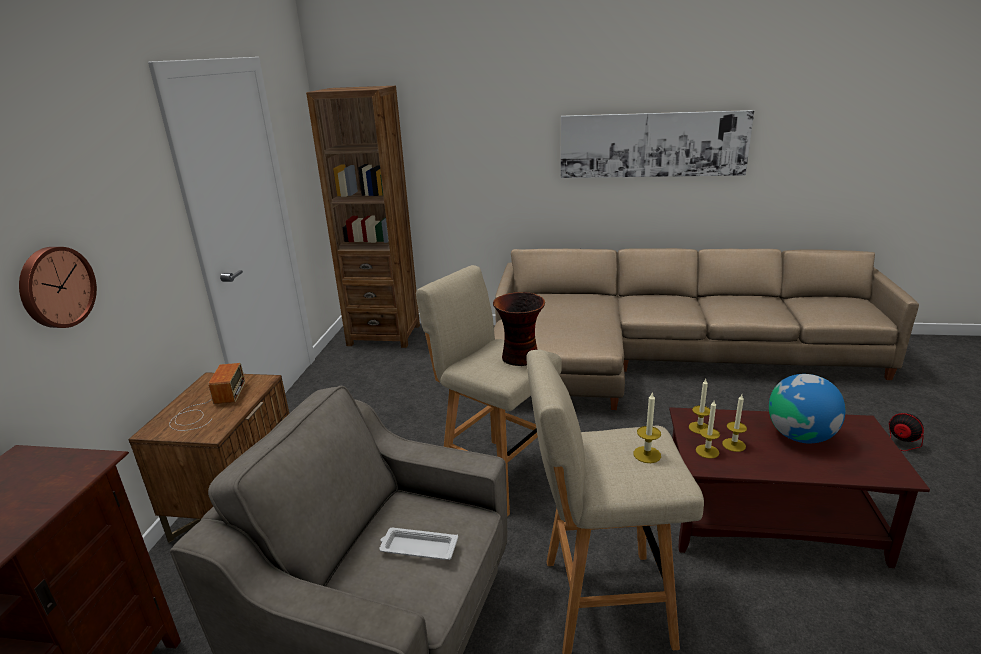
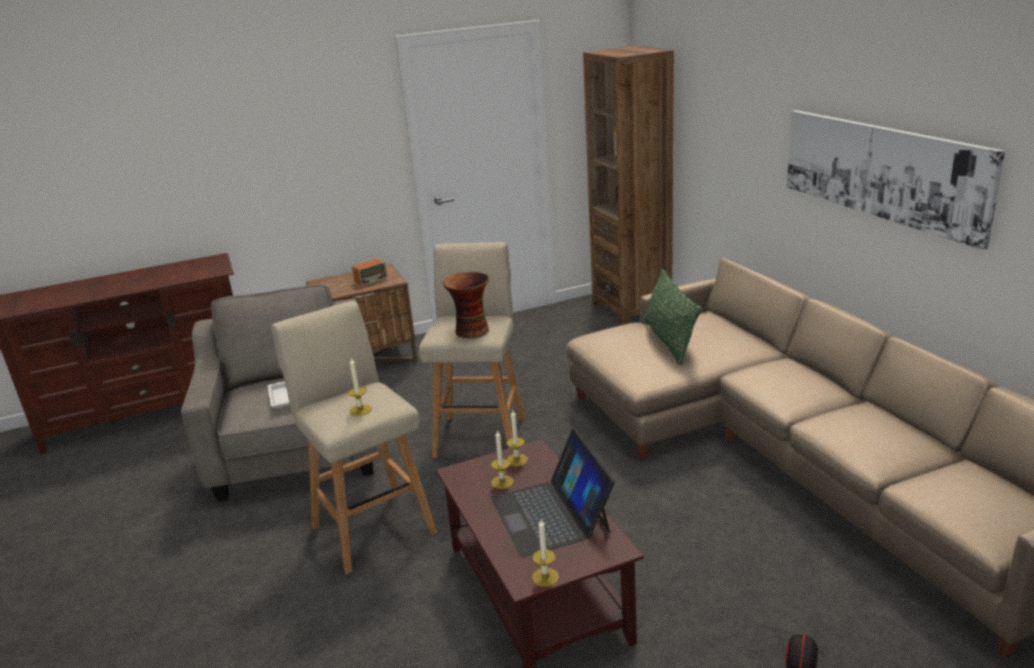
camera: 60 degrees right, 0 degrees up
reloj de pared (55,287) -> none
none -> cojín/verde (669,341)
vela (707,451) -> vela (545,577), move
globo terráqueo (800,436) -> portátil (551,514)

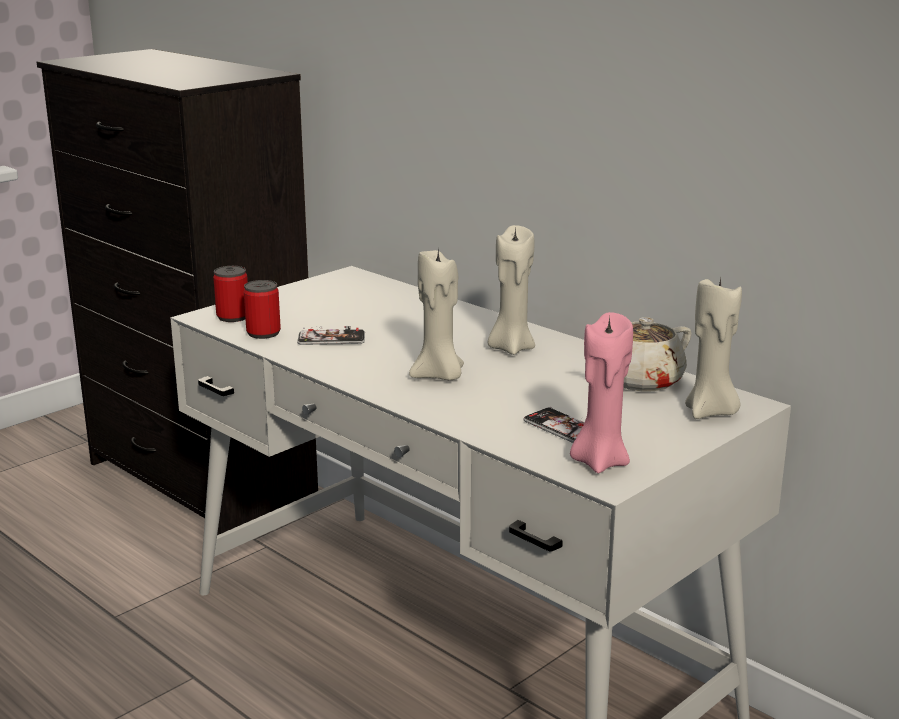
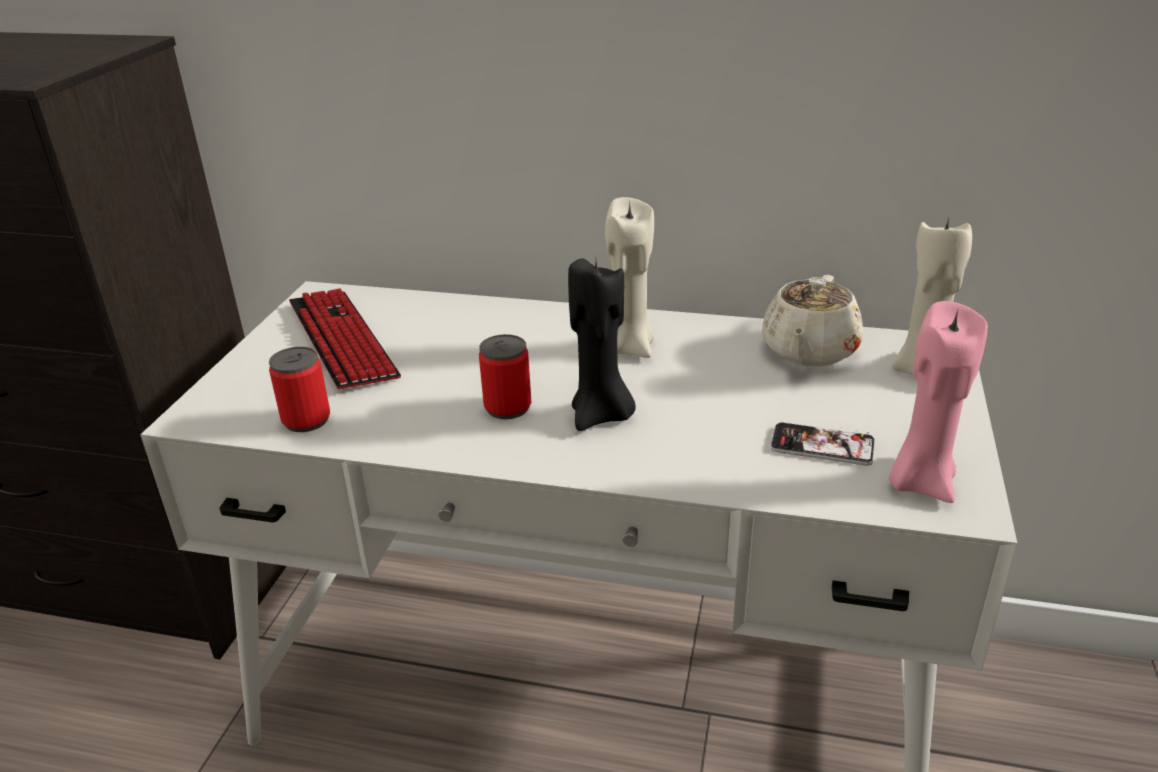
camera: 30 degrees left, 10 degrees up
móvil (331,339) -> none
none -> teclado (342,340)
lata (233,317) -> lata (507,407), move
vela/beis (439,376) -> vela/negro (601,416)

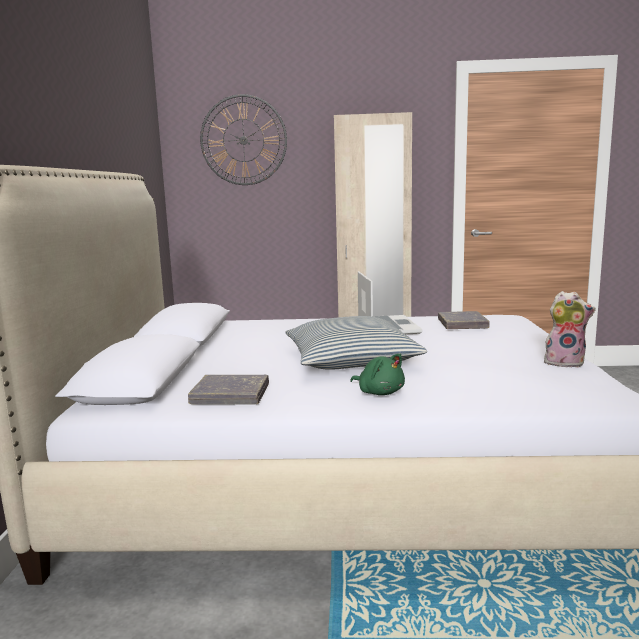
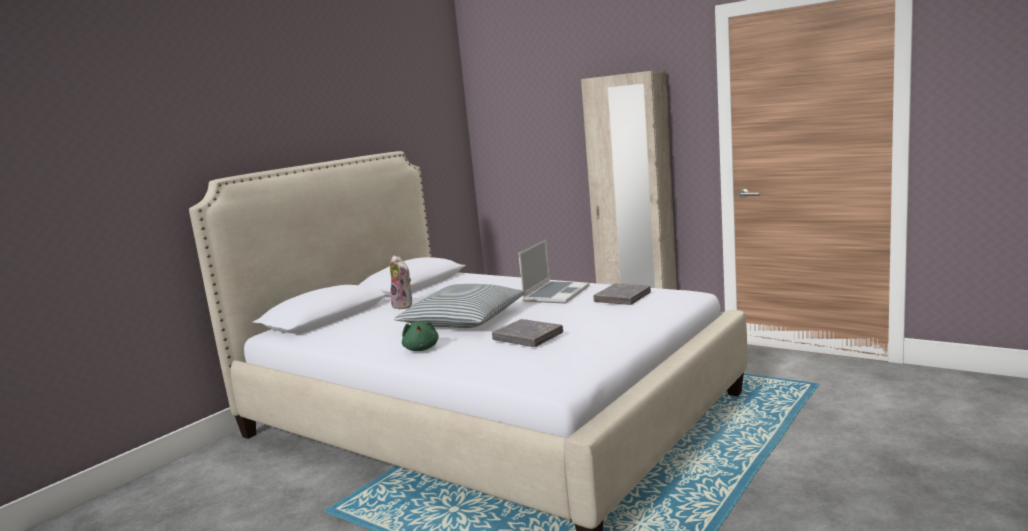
camera: 35 degrees right, 0 degrees up
reloj de pared (243,140) -> none
libro/gris (230,395) -> libro/gris (528,337), move
peluche (565,362) -> peluche (404,305), move

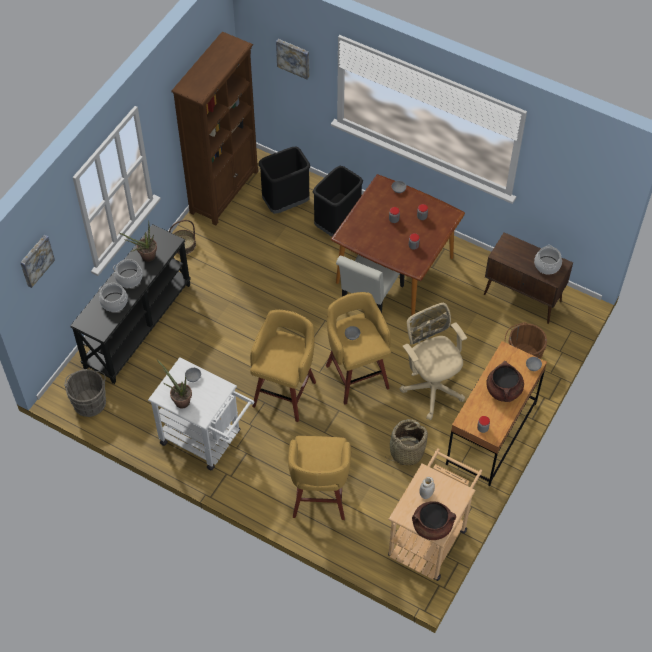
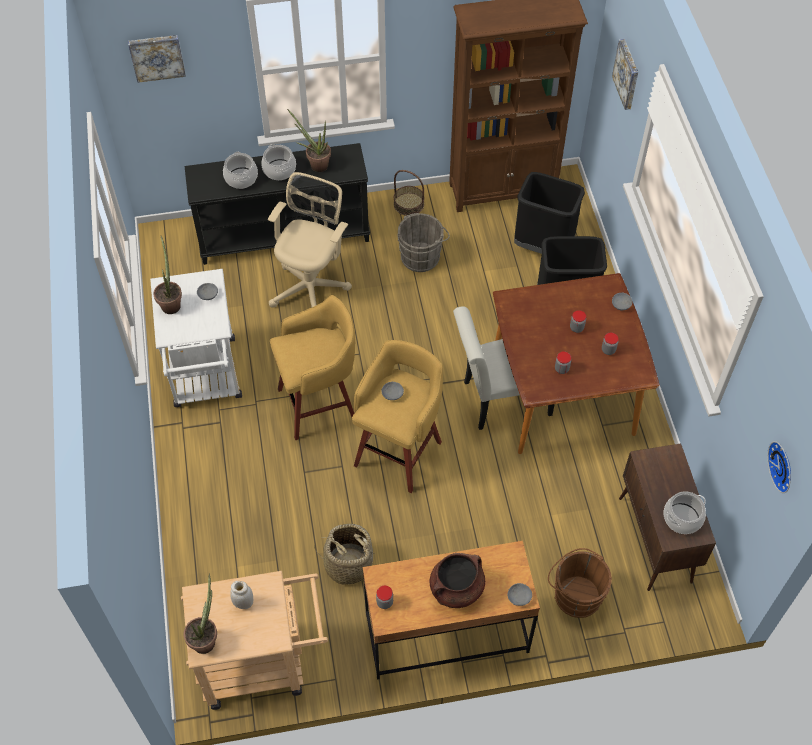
camera: 50 degrees right, 0 degrees up
taburete/amarillo (319,497) -> none
none -> reloj de pared (783,466)
cubo/gris (90,401) -> cubo/gris (422,256), move
silla de oficina/beis (431,386) -> silla de oficina/beis (311,285), move
olla/marrón (432,526) -> planta en maceta (206,638)

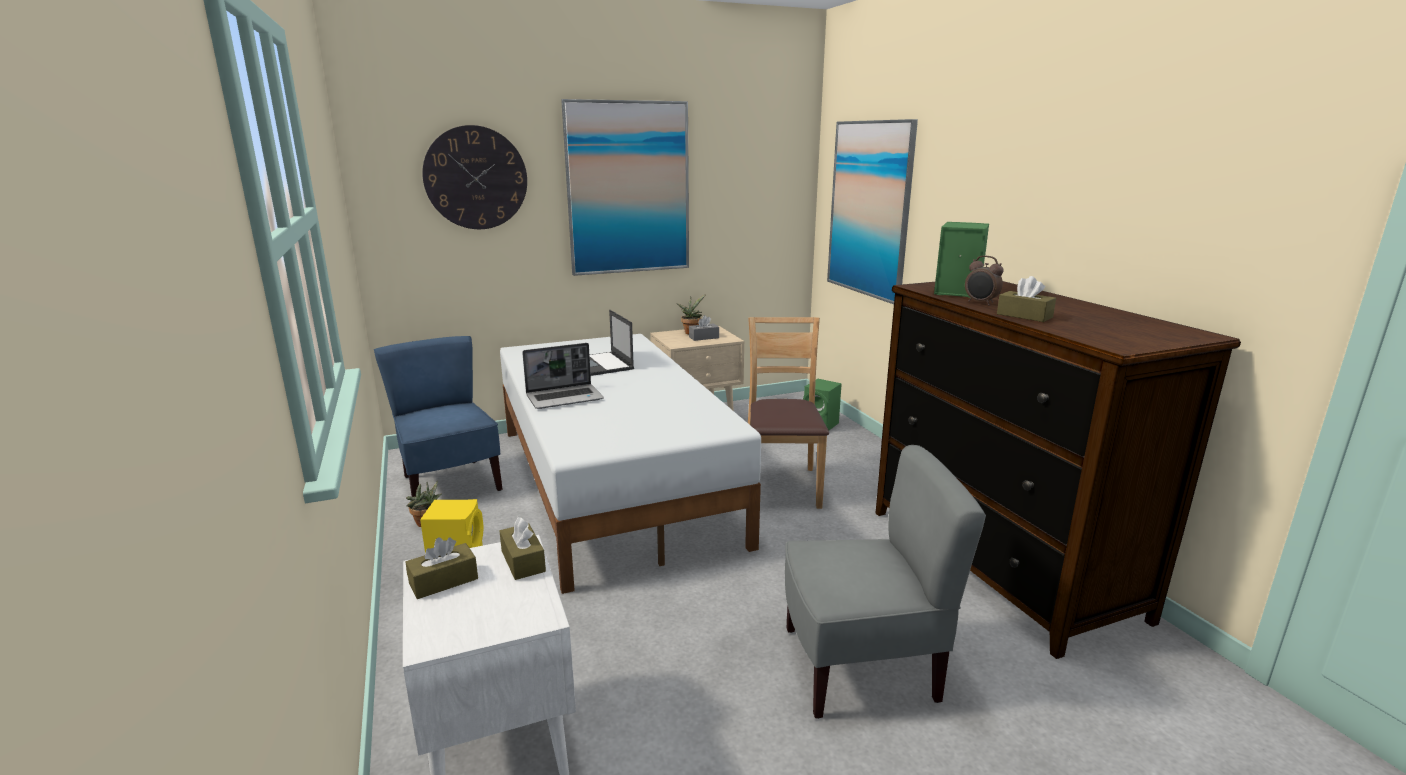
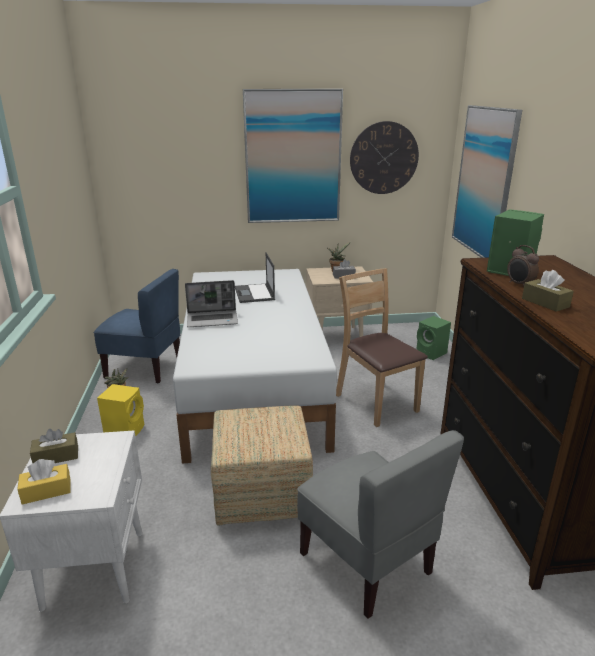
camera: 15 degrees right, 5 degrees up
caja de pañuelos/marrón (523,561) -> none
none -> caja de pañuelos/amarillo (46,491)
none -> puf (263,493)
reloj de pared (476,178) -> reloj de pared (384,158), move
silla/azul (449,484) -> silla/azul (145,368), 120 degrees clockwise
silla/marrón (782,486) -> silla/marrón (376,402), 45 degrees counterclockwise
silla/gris (860,667) -> silla/gris (367,562), 45 degrees clockwise

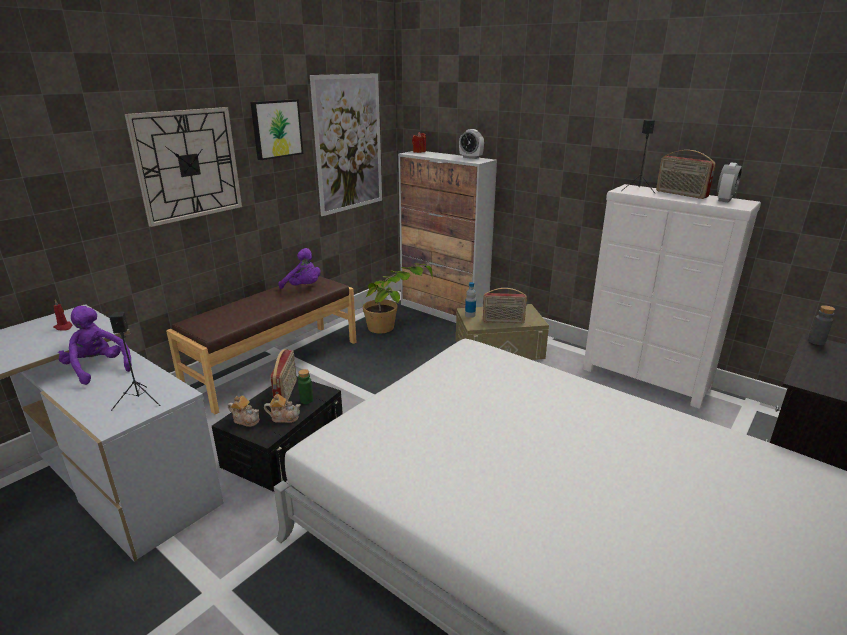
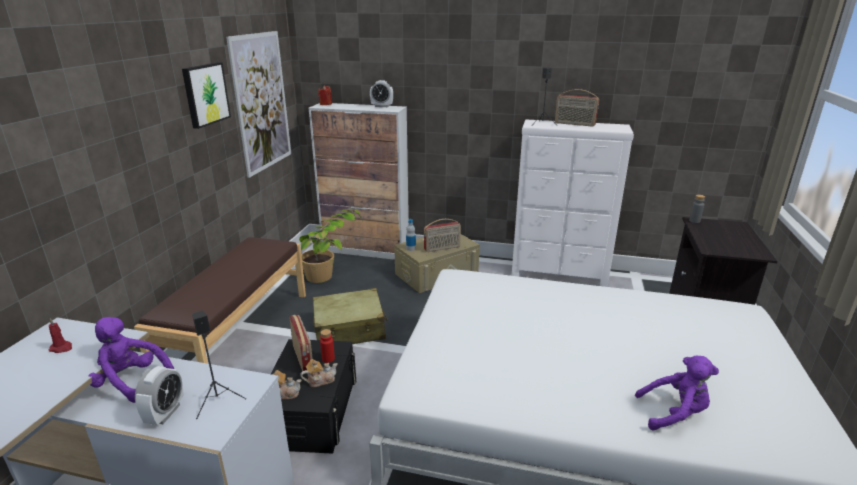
camera: 25 degrees left, 0 degrees up
reloj de pared (188,165) -> none
none -> maleta/beis (350,329)
peluche/morado (303,287) -> peluche/morado (674,413), move
despertador (724,200) -> despertador (165,413), move
botella/verde (306,400) -> botella/rojo (328,359)

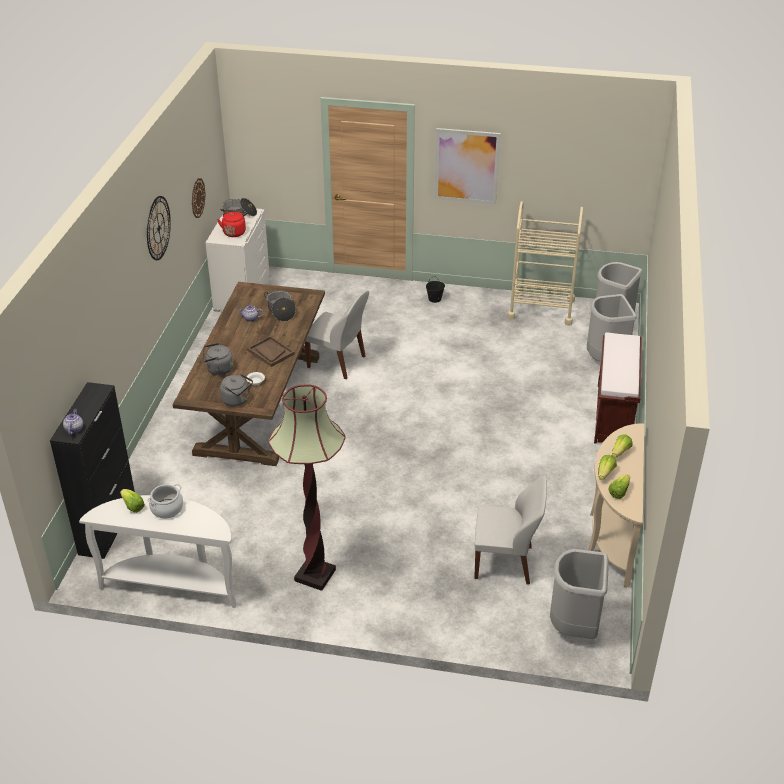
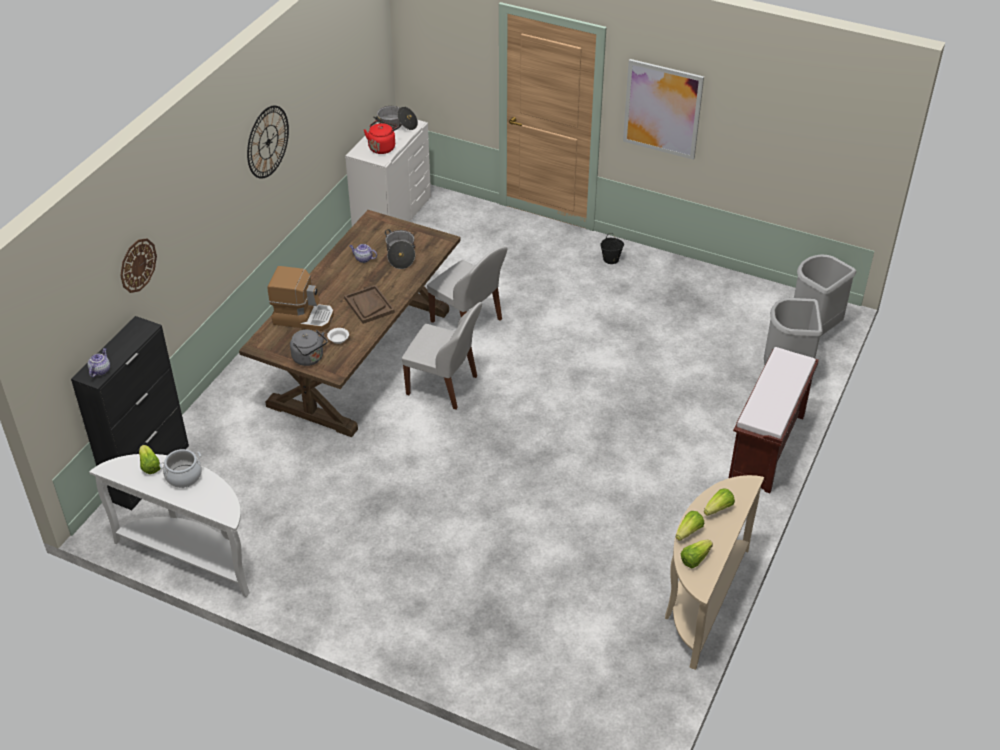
camera: 15 degrees right, 5 degrees up
lámpara de pie (315,575) -> none
carrito/beis (541,309) -> none
papelera/gris (574,627) -> none
reloj de pared (197,198) -> reloj de pared (137,265), move
silla/blanco (505,563) -> silla/blanco (444,386), move
hervidor/gris (218,370) -> cafetera (303,317)

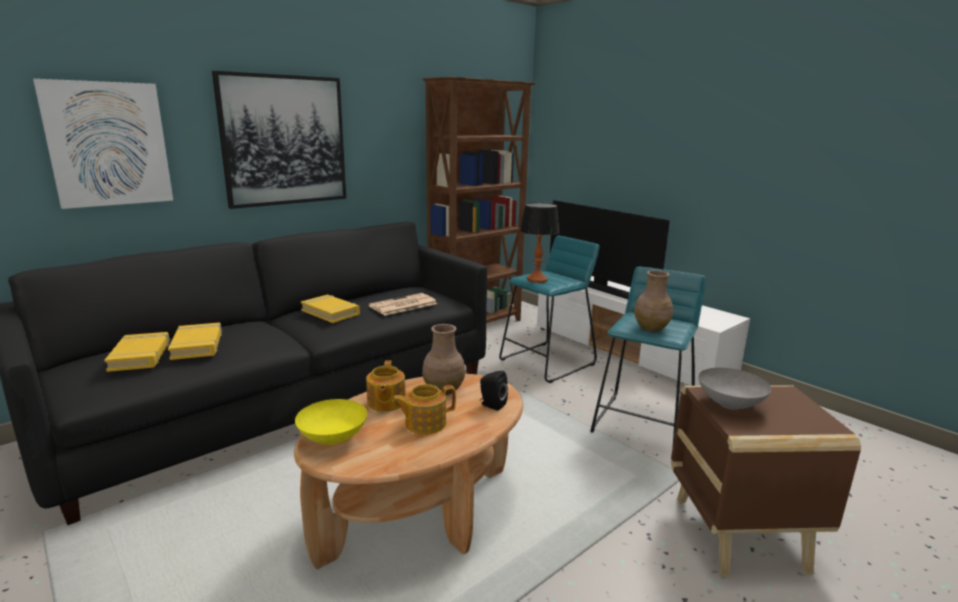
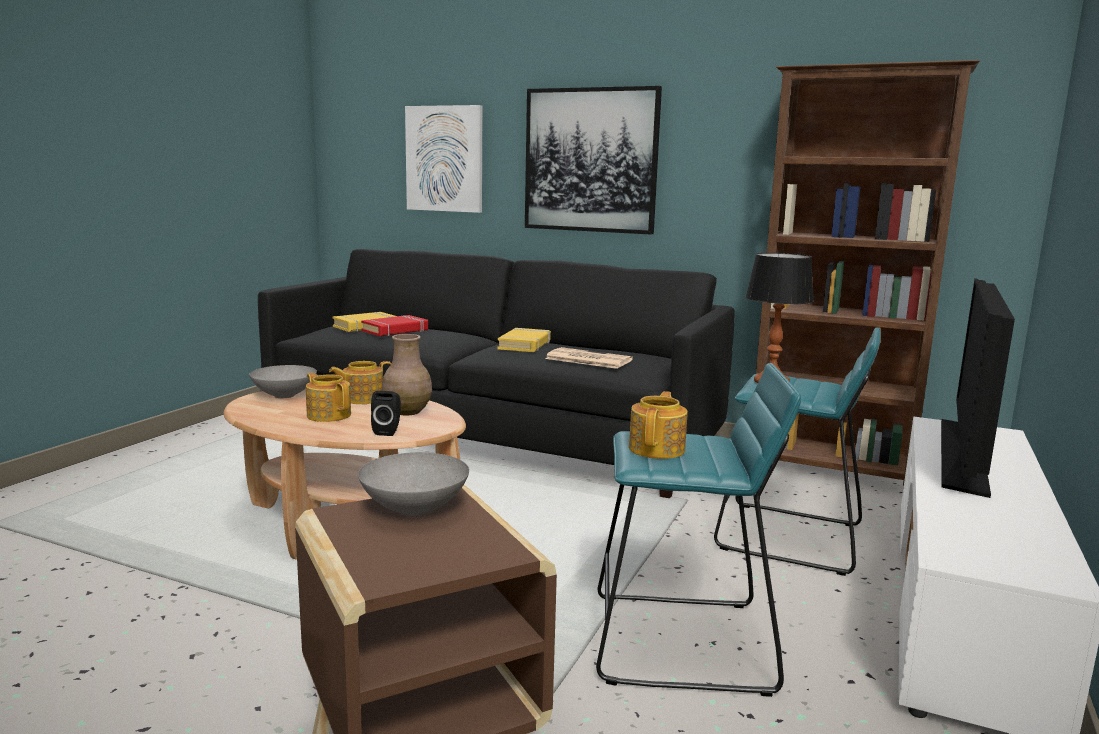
camera: 65 degrees right, 5 degrees down
florero/marrón (651,328) -> tetera (657,449)
libro/amarillo (197,345) -> libro/rojo (395,330)
cuenco/amarillo (333,438) -> cuenco/gris (285,395)

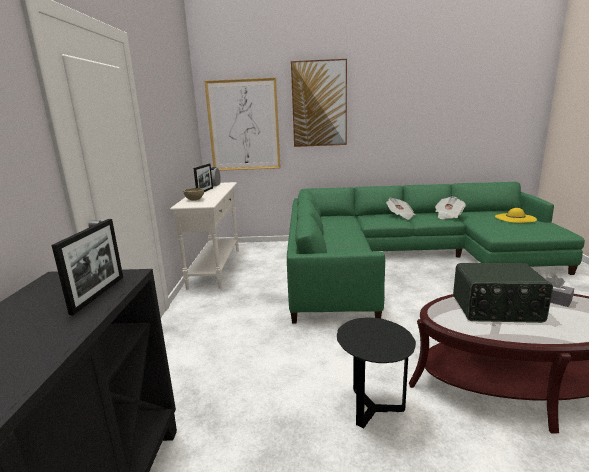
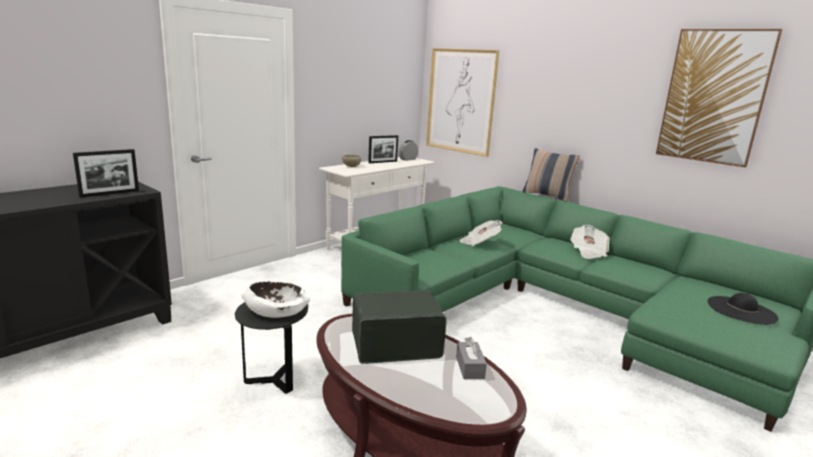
camera: 40 degrees right, 0 degrees up
none -> cuenco/blanco (276,312)
none -> cojín (547,195)
cuadro (319,104) -> cuadro (714,97), move
periódico (448,216) -> periódico (479,243), move
sombrero/amarillo (515,218) -> sombrero/negro (741,310)
radio (497,310) -> radio (395,345), 120 degrees clockwise

